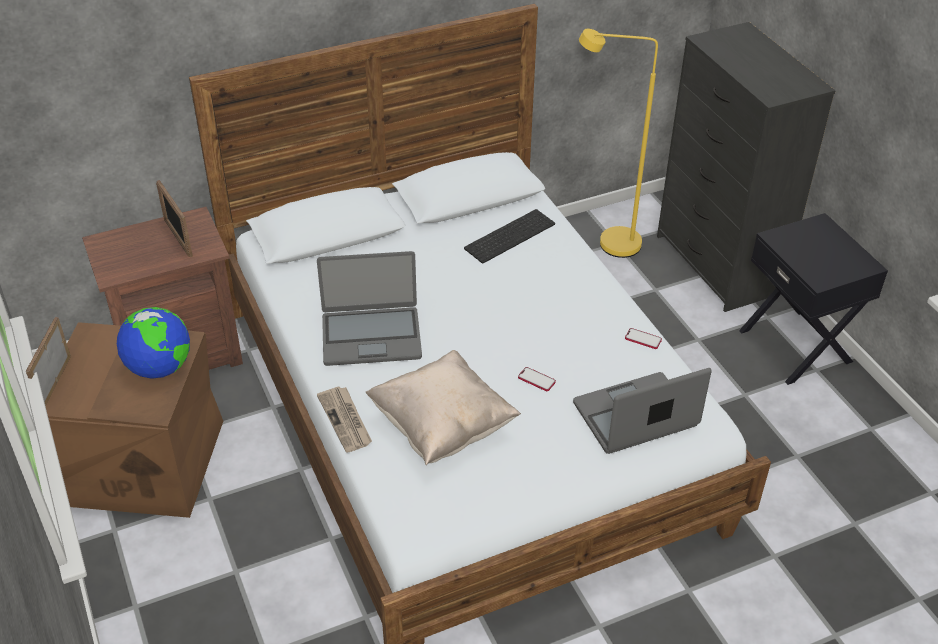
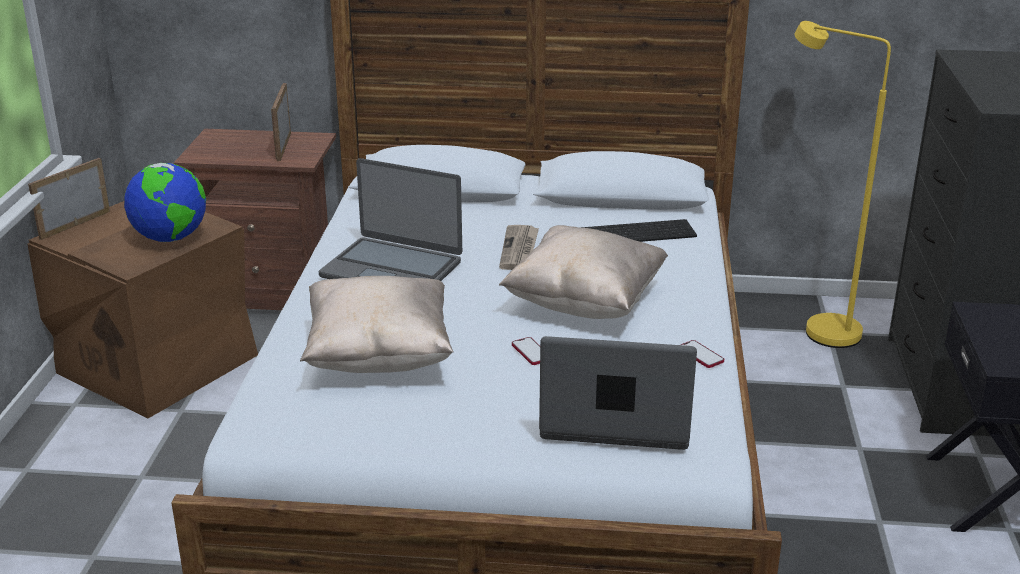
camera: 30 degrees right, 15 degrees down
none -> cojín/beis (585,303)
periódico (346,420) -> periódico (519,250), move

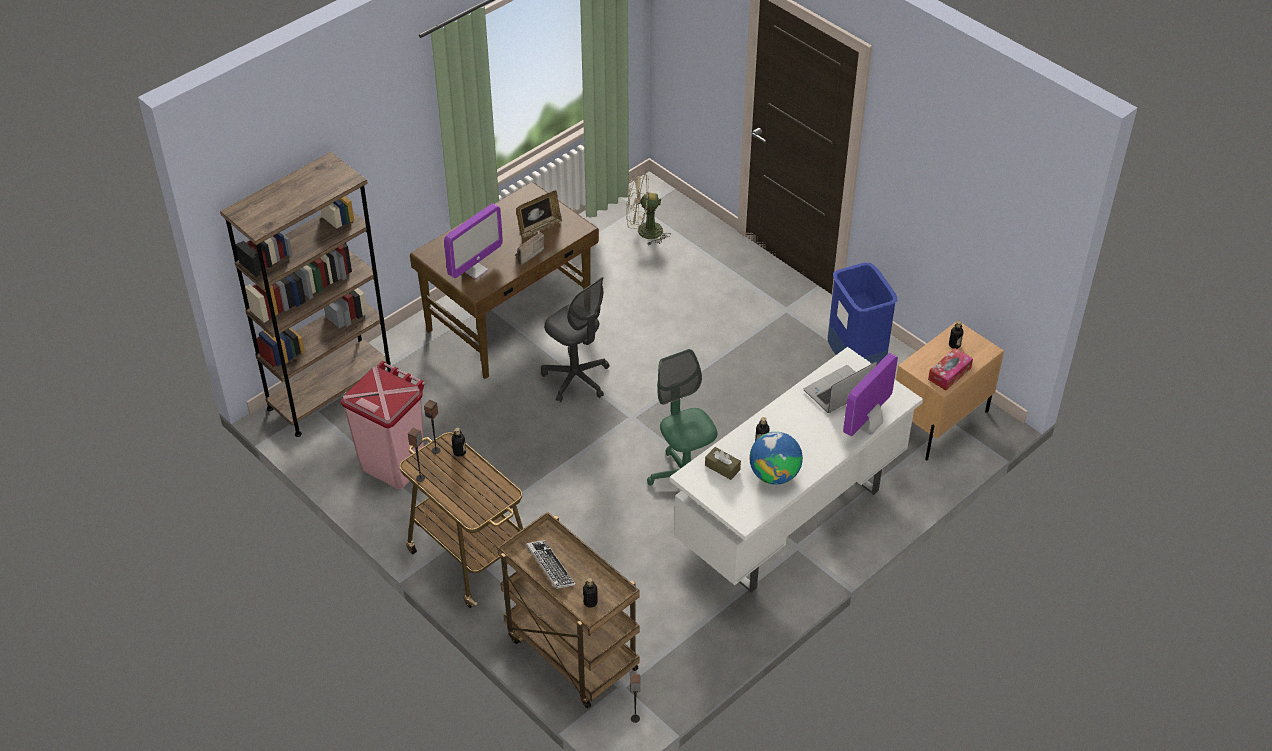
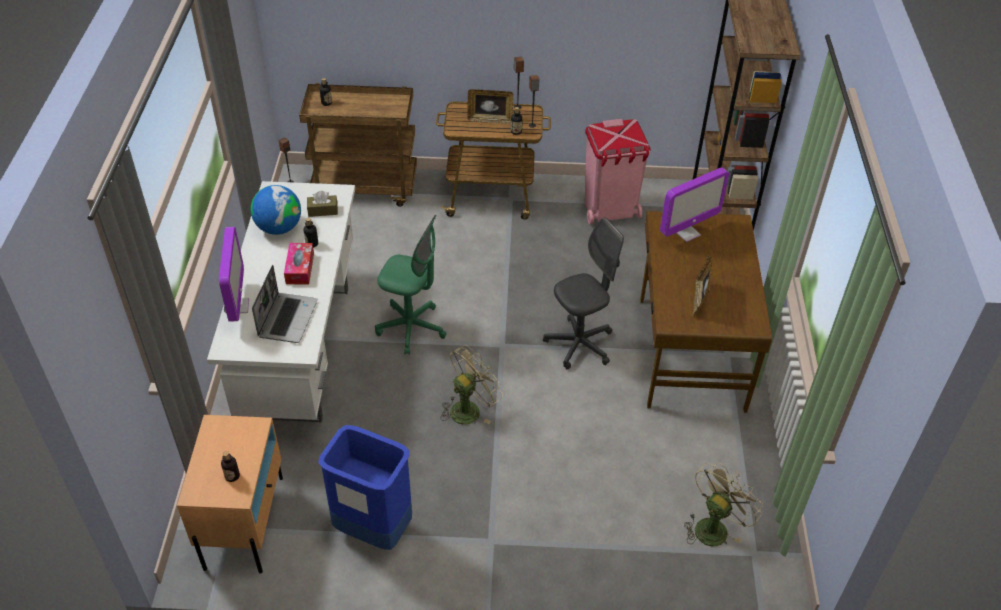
camera: 135 degrees right, 0 degrees up
radio (526,255) -> none
teclado (550,567) -> none
none -> ventilador/beis (469,408)
none -> portarretratos (490,120)
caja de pañuelos (949,374) -> caja de pañuelos (300,268), move
monitor (475,270) -> monitor (686,232), 120 degrees counterclockwise
silla de oficina/gris (576,379) -> silla de oficina/gris (579,344), 150 degrees clockwise

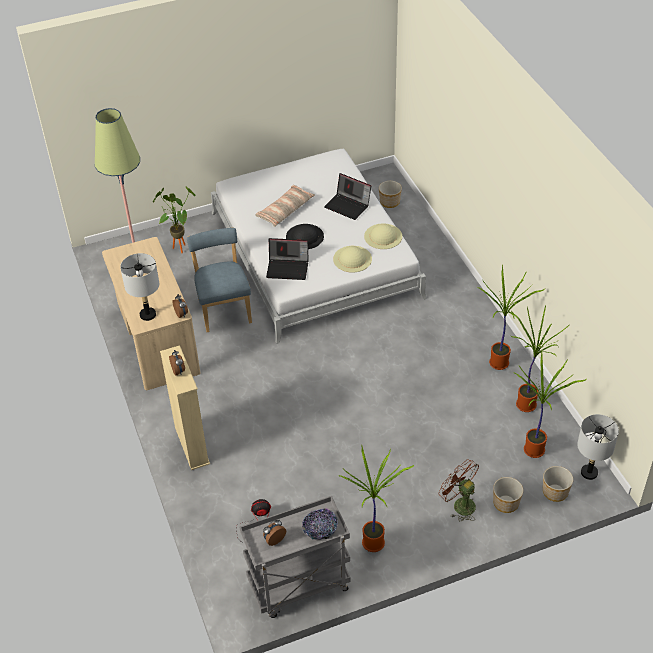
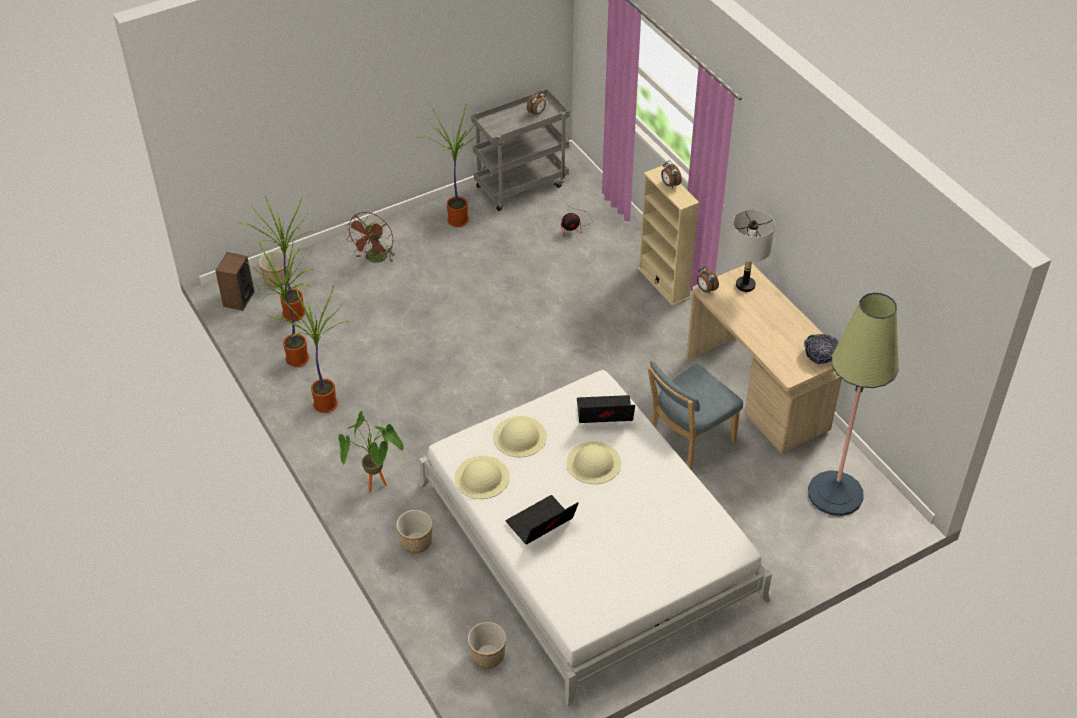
camera: 170 degrees right, 0 degrees up
cojín (285,210) -> none
planta en maceta (179,246) -> planta en maceta (376,489), move
cuenco (320,529) -> cuenco (821,354), move
maceta (506,503) -> maceta (416,541), move
lámpara de mesa/gris (589,473) -> altavoz (238,299)
sombrero/negro (305,236) -> sombrero/beis (593,462)
silla/azul (224,309) -> silla/azul (688,441), 75 degrees clockwise
portátil (348,206) -> portátil (541,524), 60 degrees counterclockwise
ventilador/marrón (459,504) -> ventilador/marrón (375,259), 75 degrees clockwise

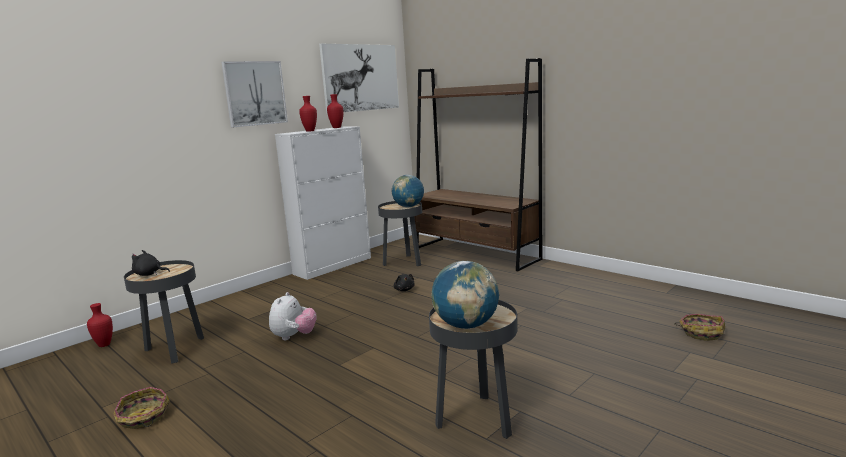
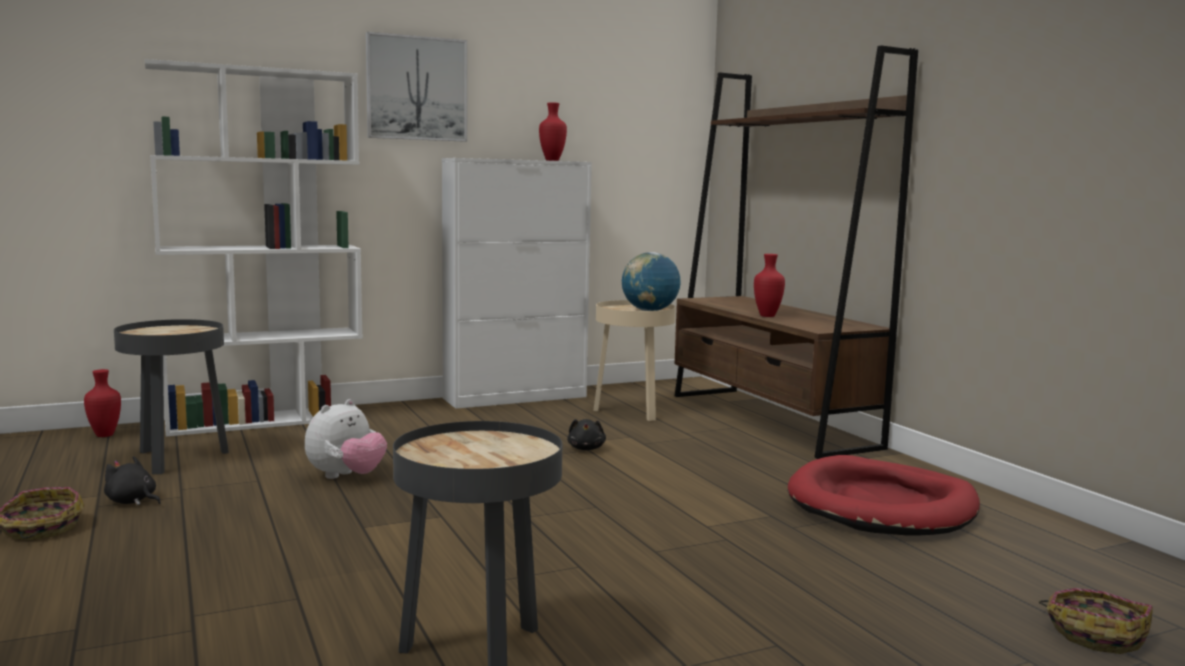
camera: 20 degrees right, 5 degrees down
cuadro (360,78) -> none
globo terráqueo (466,325) -> none
none -> estantería/blanco (267,420)
none -> cama para perro/rojo (882,505)
peluche/negro (149,274) -> peluche/negro (132,501), move
florero/rojo (310,131) -> florero/rojo (767,316), move
mesa auxiliar/negro (404,262) -> mesa auxiliar/beis (633,411)

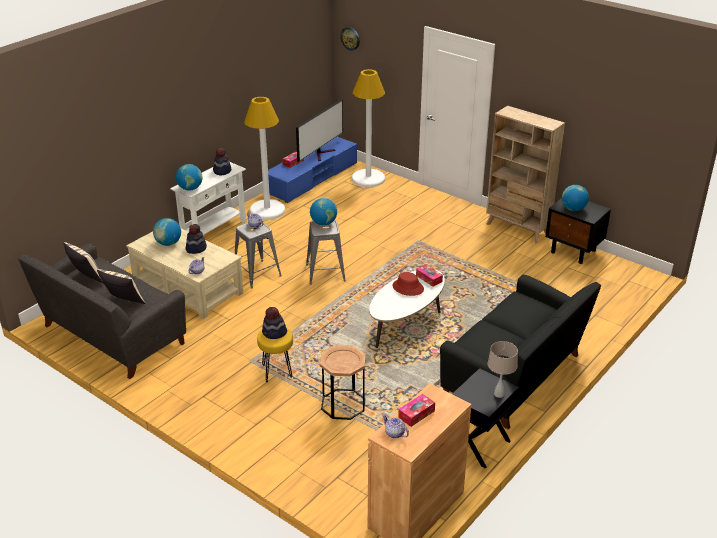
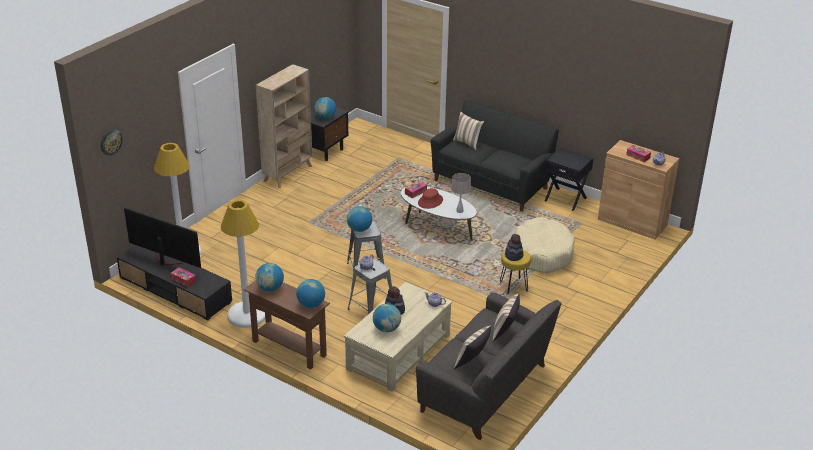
camera: 95 degrees left, 0 degrees up
none -> cojín/beis (468,143)
lámpara de mesa/beis (499,394) -> lámpara de mesa/beis (460,210), move
sombrero (222,171) -> globo terráqueo (270,288)
mesa auxiliar/marrón (343,404) -> cama para perro/beis (543,253)
mesa consola/blanco (214,231) -> mesa consola/marrón (289,348)
mueble de televisión/azul (312,178) -> mueble de televisión/negro (175,290)

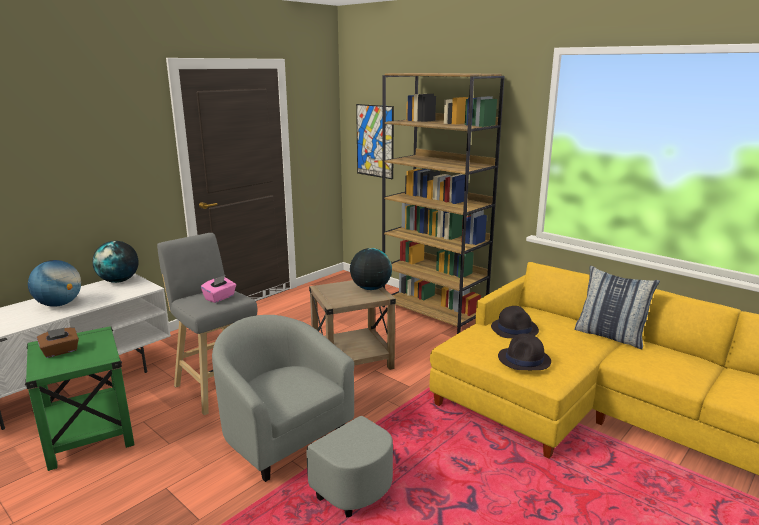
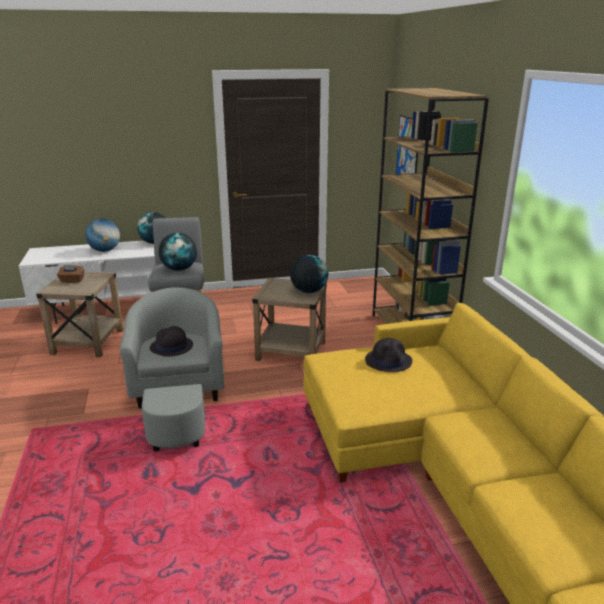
camera: 35 degrees right, 5 degrees up
cojín (610,336) -> none
sombrero/negro (524,360) -> sombrero/negro (171,347), move
caja de pañuelos/rosa (220,298) -> globo terráqueo (179,269)
mesa auxiliar/verde (89,435) -> mesa auxiliar/beis (88,342)

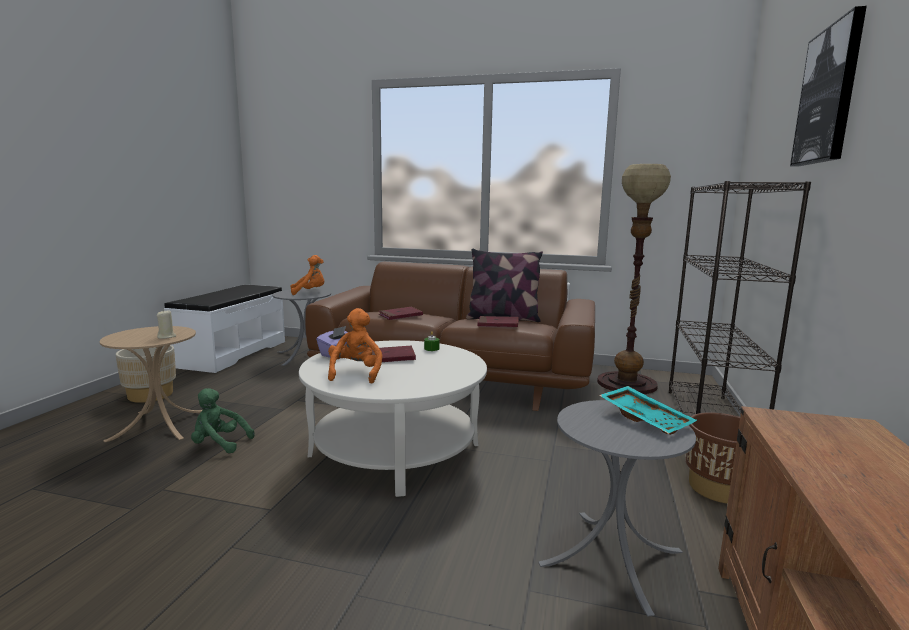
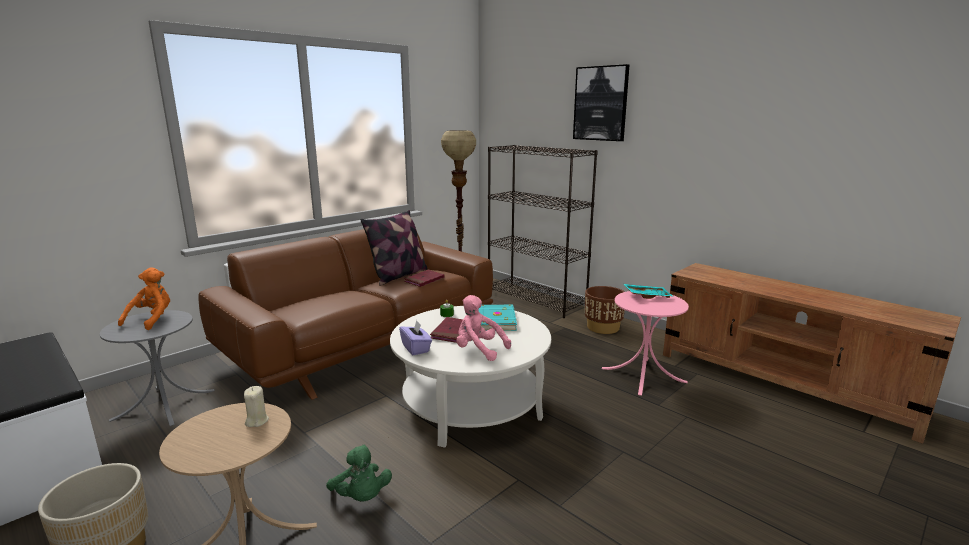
camera: 60 degrees left, 5 degrees up
libro/rojo (400,315) -> none
none -> libro/turquesa (495,320)
peluche/naranja (355,373) -> peluche/rosa (479,350)
mesa auxiliar/gris (611,557) -> mesa auxiliar/rosa (643,375)
peluche/verde (219,444) -> peluche/verde (361,497), 75 degrees counterclockwise

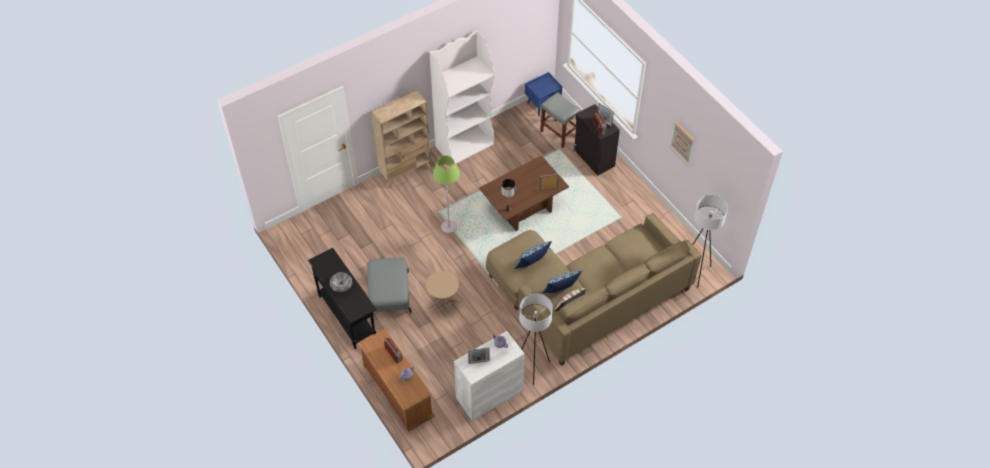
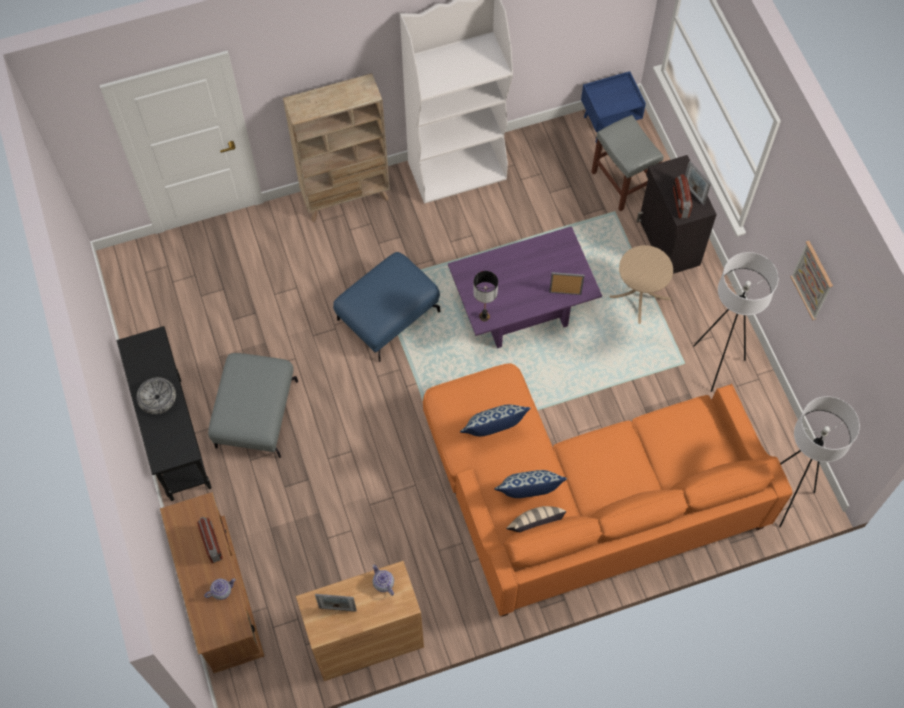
camera: 15 degrees right, 10 degrees up
mesa auxiliar/beis (443,304) -> mesa auxiliar/beis (638,298), move
lámpara de pie/blanco (532,368) -> lámpara de pie/blanco (716,365), move
lámpara de pie/verde (449,227) -> puf/azul (388,314)
armario/blanco (489,394) -> armario/marrón (366,639)
mesa de centro/marrón (523,208) -> mesa de centro/morado (521,308)
sofá/beis (587,296) -> sofá/naranja (583,498)

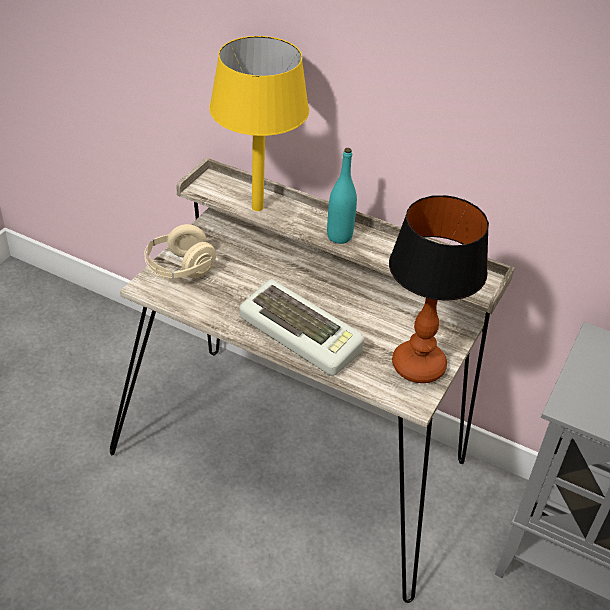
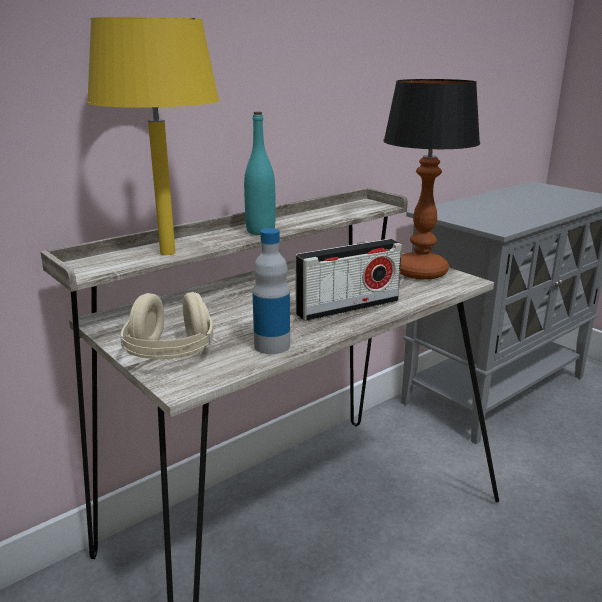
camera: 65 degrees left, 20 degrees down
none -> botella (272,345)
teclado (303,334) -> radio (348,307)

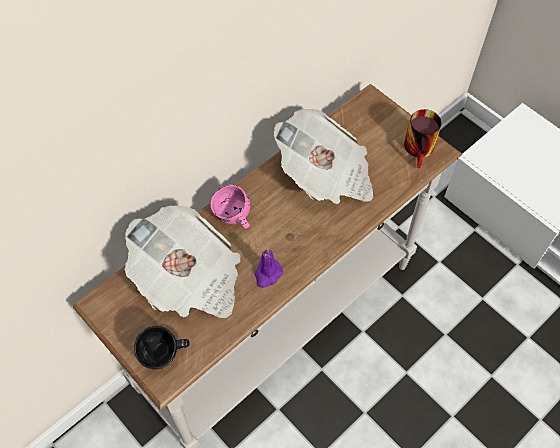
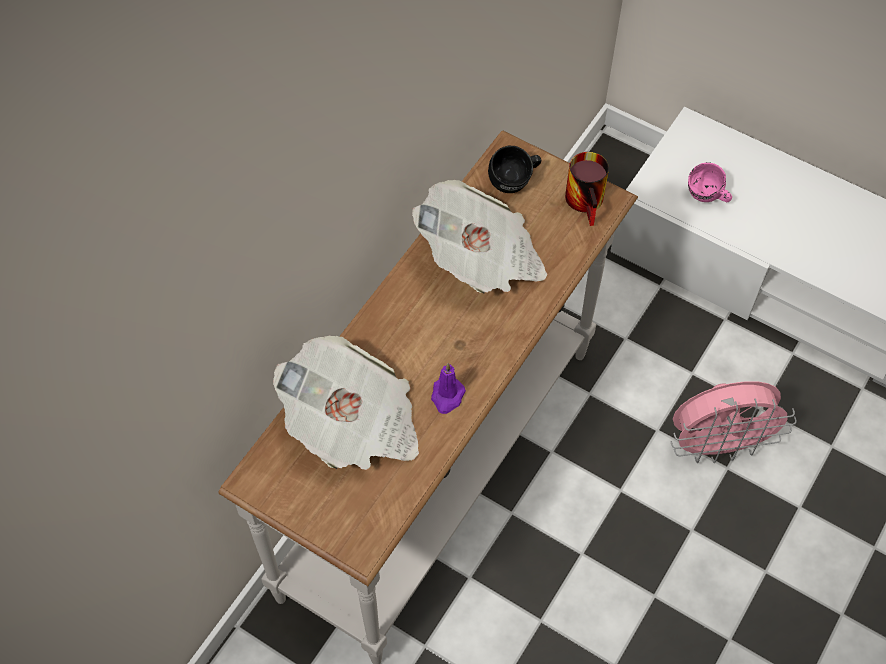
camera: 15 degrees left, 0 degrees up
none -> ventilador/rosa (718,445)
taza grande/negro (165,356) -> taza grande/negro (515,182), move
taza grande/rosa (233,219) -> taza grande/rosa (707,198), move

